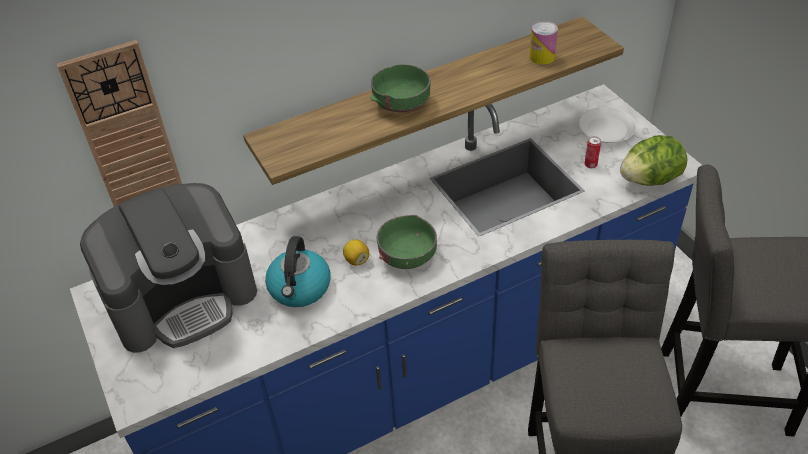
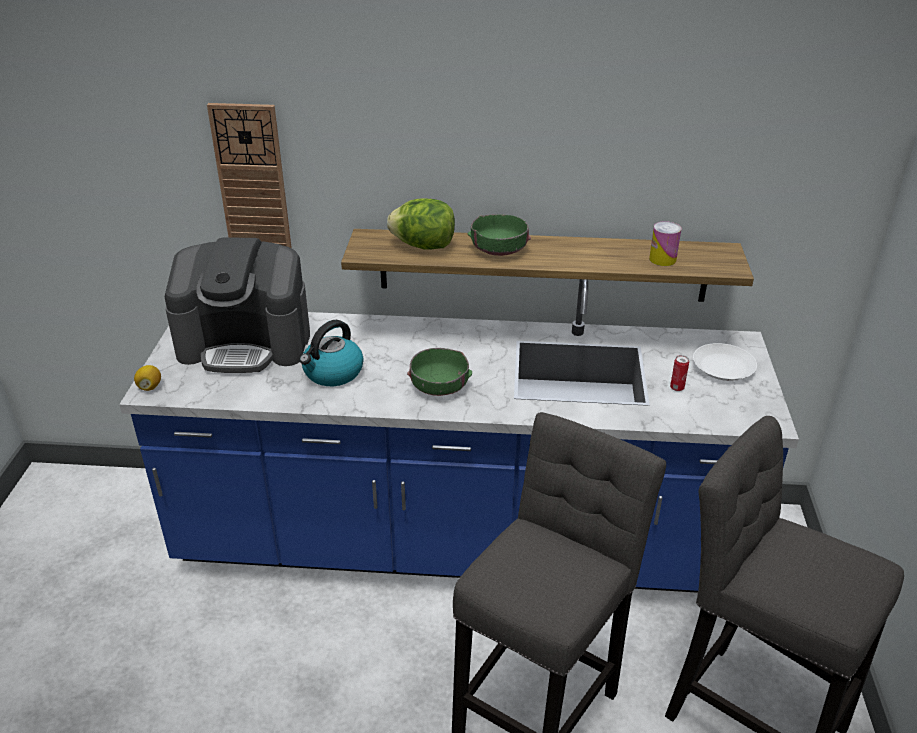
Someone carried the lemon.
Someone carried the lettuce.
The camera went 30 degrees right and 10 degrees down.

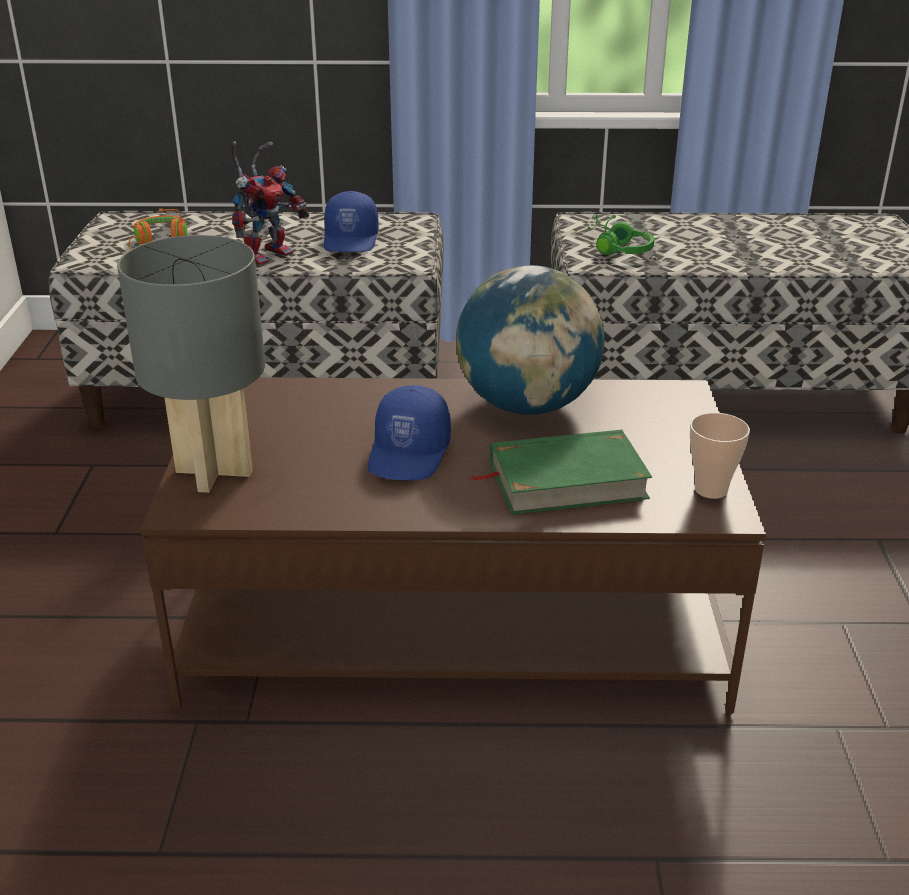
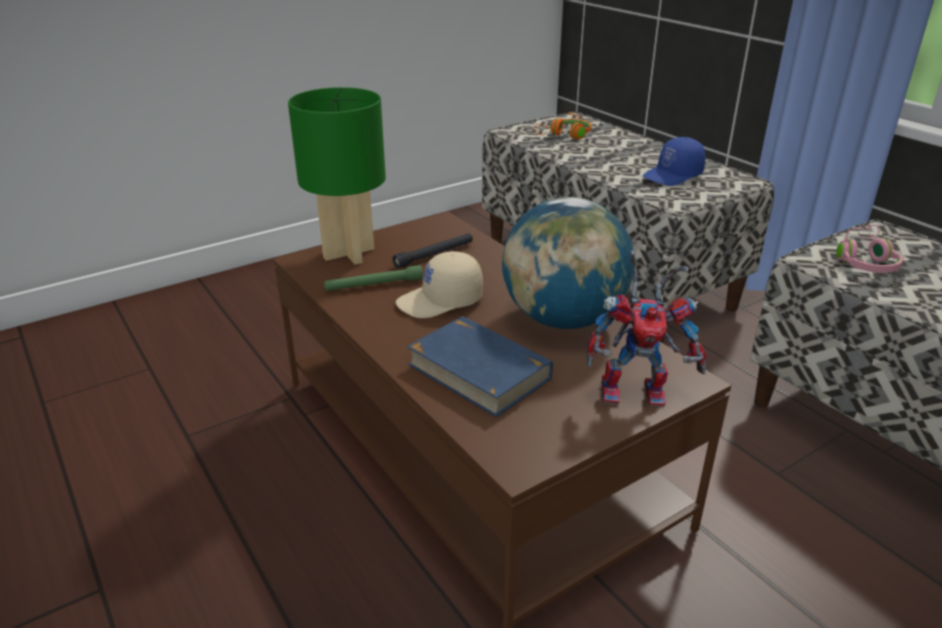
Someone repainted the table lamp/grey, which became the table lamp/green.
Someone put down the flashlight/green.
Someone put down the flashlight/black.
Someone repainted the cap/blue (2nd from left), which became the cap/beige.
Someone repainted the book/green, which became the book/blue.
Someone carried the toy robot.
Someone repainted the headphones/green, which became the headphones/pink.
Someone took away the cup.
The camera went 55 degrees right and 0 degrees up.

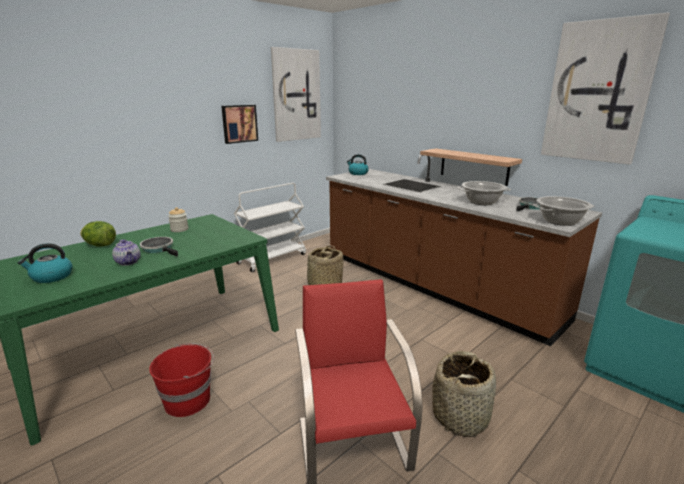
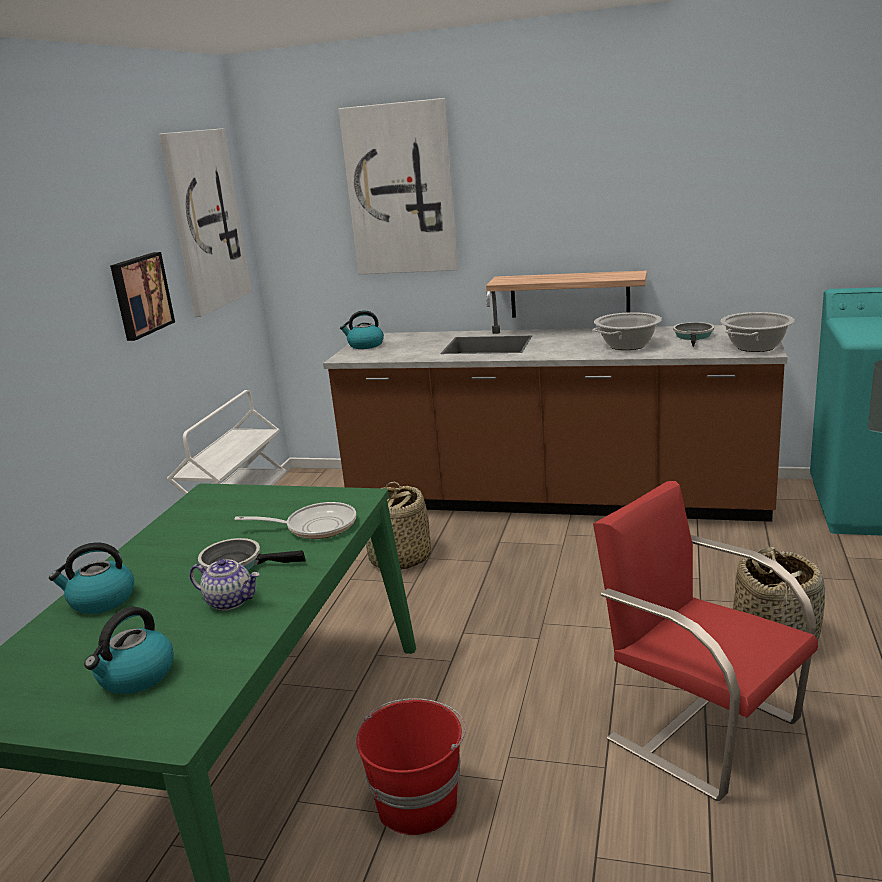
Someone swapped the lettuce for the kettle (1st from left).
Someone put down the frying pan (2nd from left).
Someone carried the picture (3rd from left).
Someone took away the jar.
The camera went 30 degrees left and 0 degrees up.

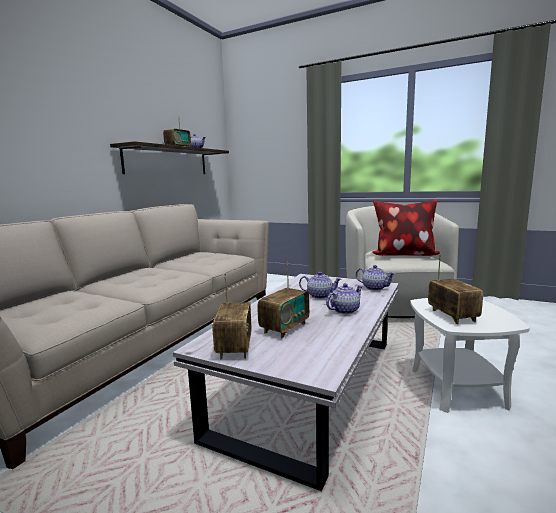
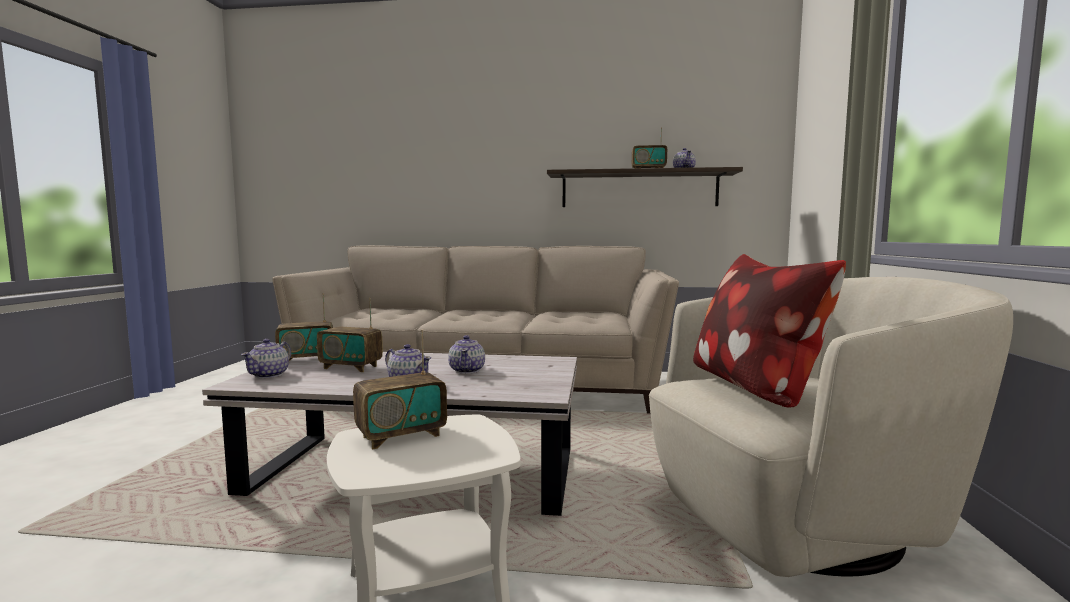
Someone carried the teapot (4th from left in the first image).
The camera went 70 degrees right and 5 degrees down.

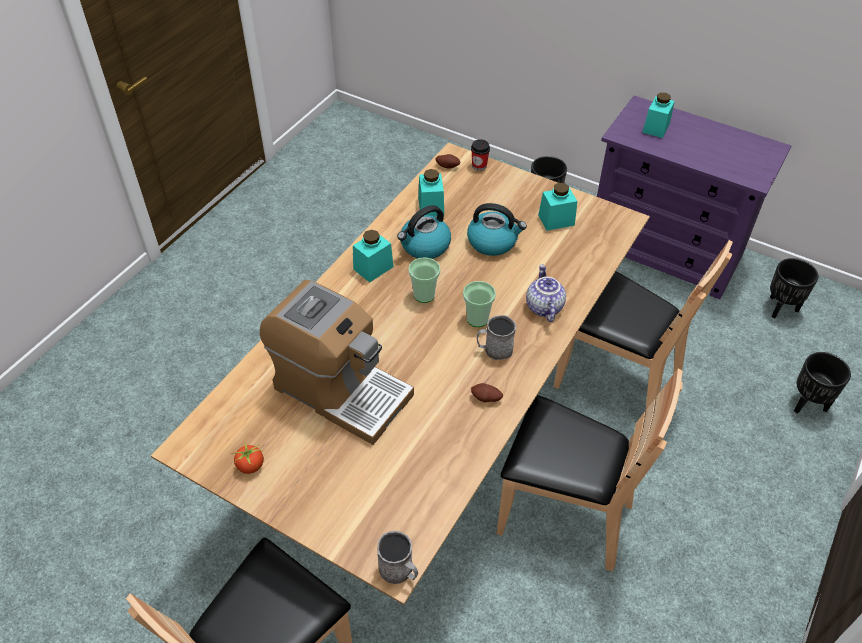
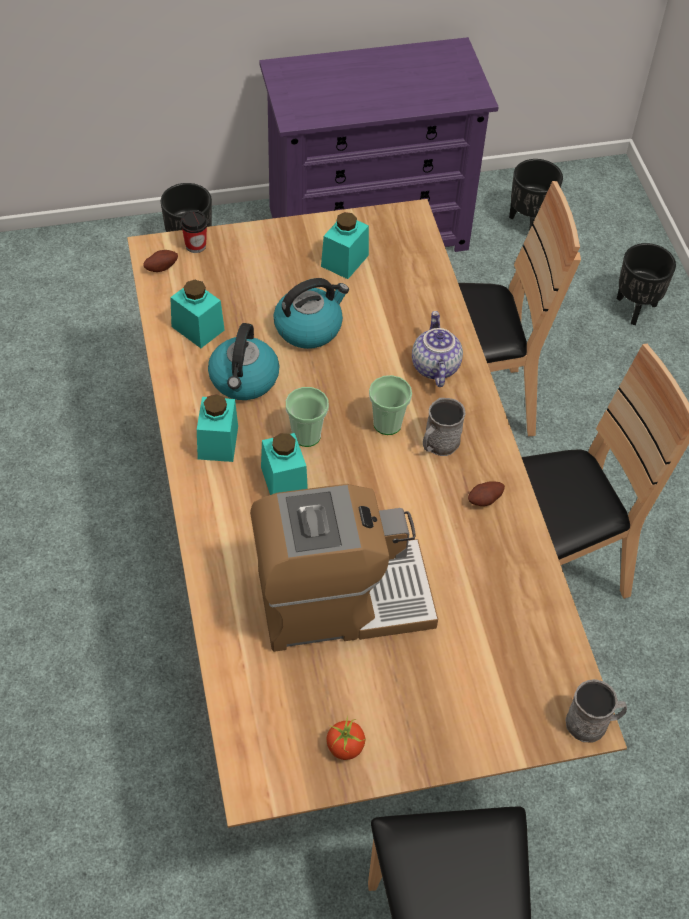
Someone carried the jar/turquoise (4th from left in the first image).
Someone rotated the teapot by 45 degrees clockwise.
The camera went 45 degrees left and 5 degrees up.

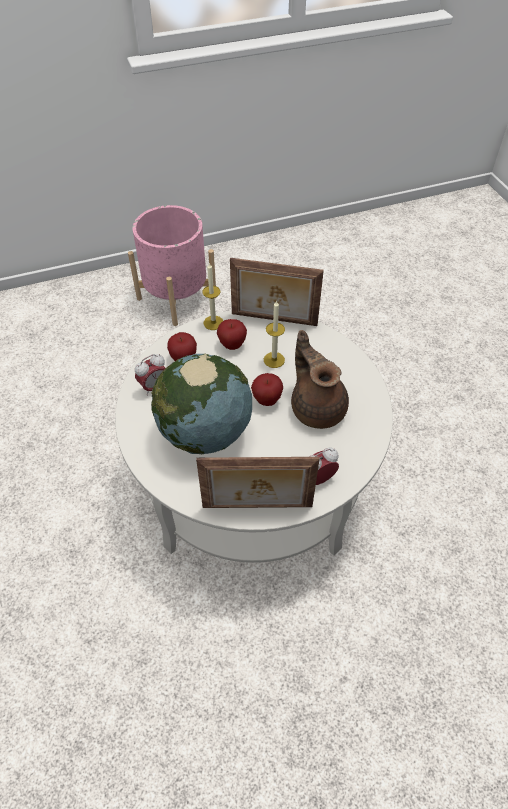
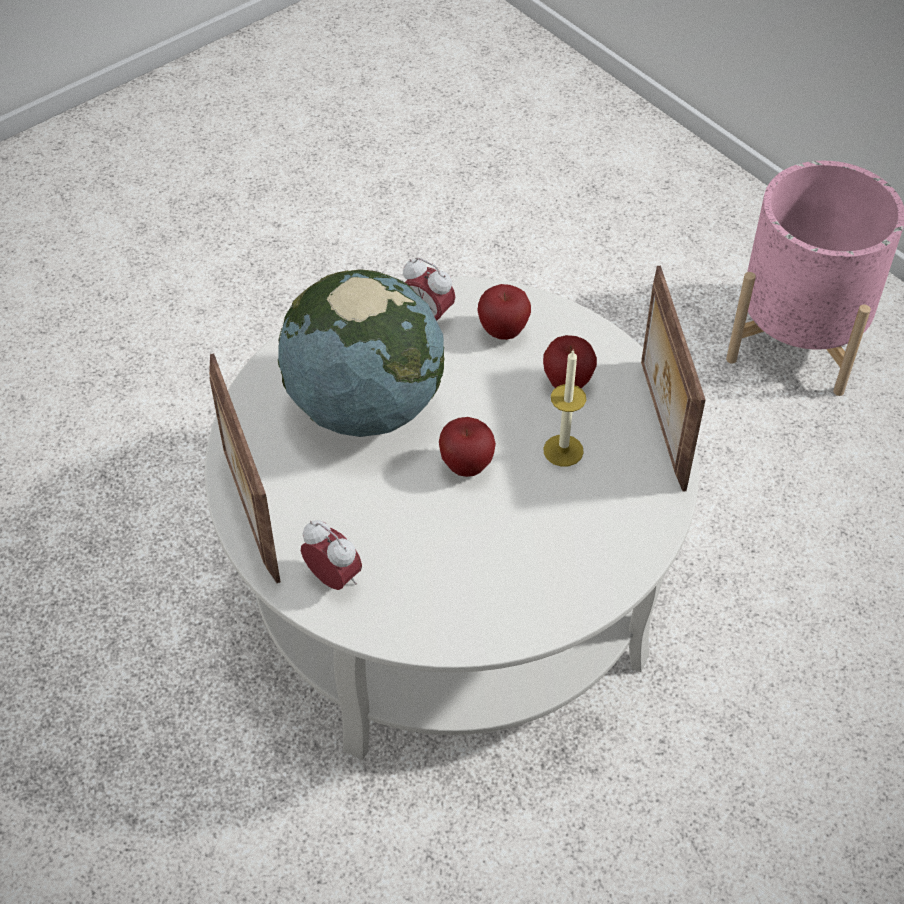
Someone took away the candle (1st from left).
Someone took away the teapot/brown.
The camera went 70 degrees right and 0 degrees up.

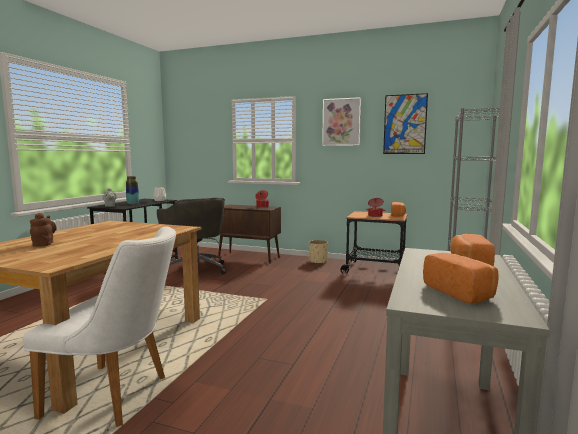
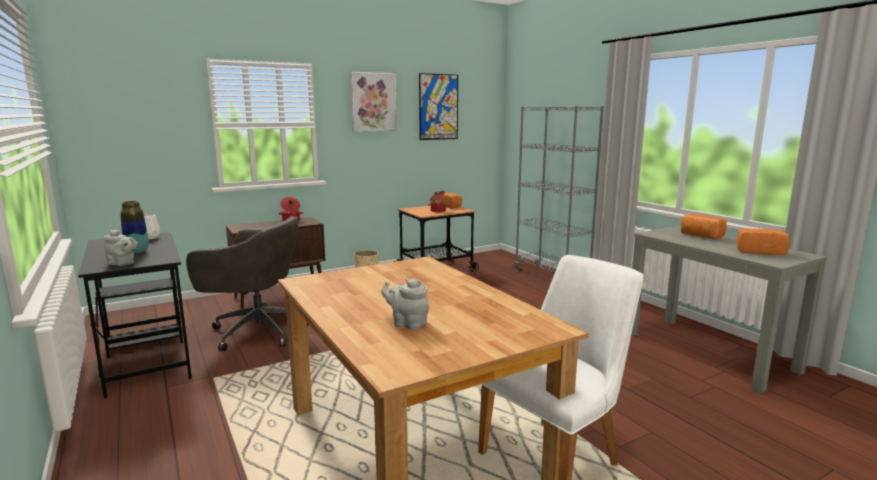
Someone repainted the teapot/brown, which became the teapot/grey (2nd from left).
The camera went 50 degrees left and 5 degrees up.

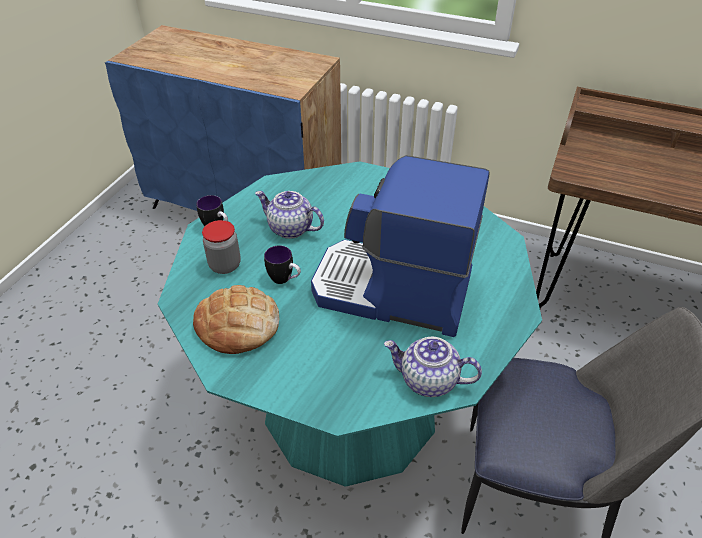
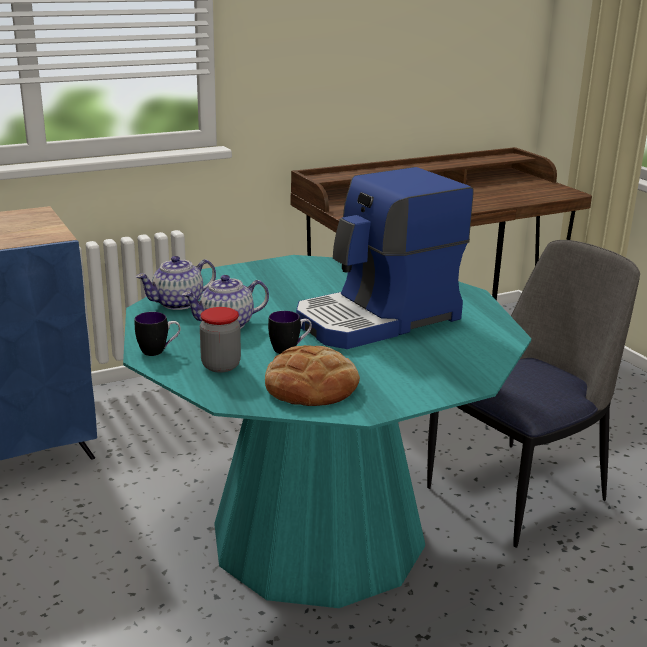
Someone carried the teapot (2nd from left in the first image).
The camera went 50 degrees left and 20 degrees down.

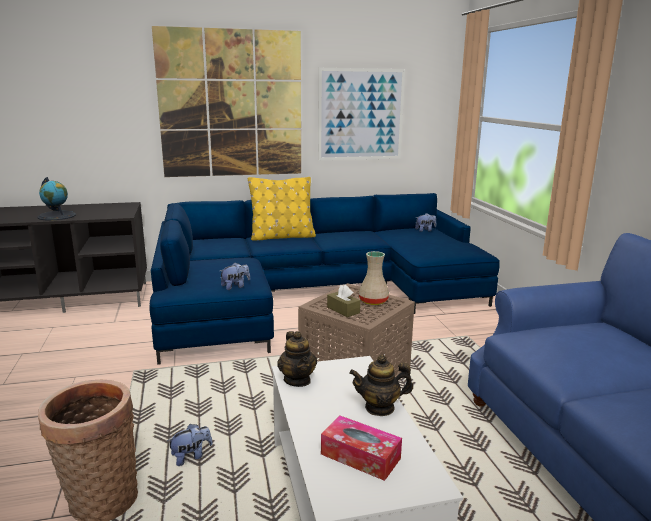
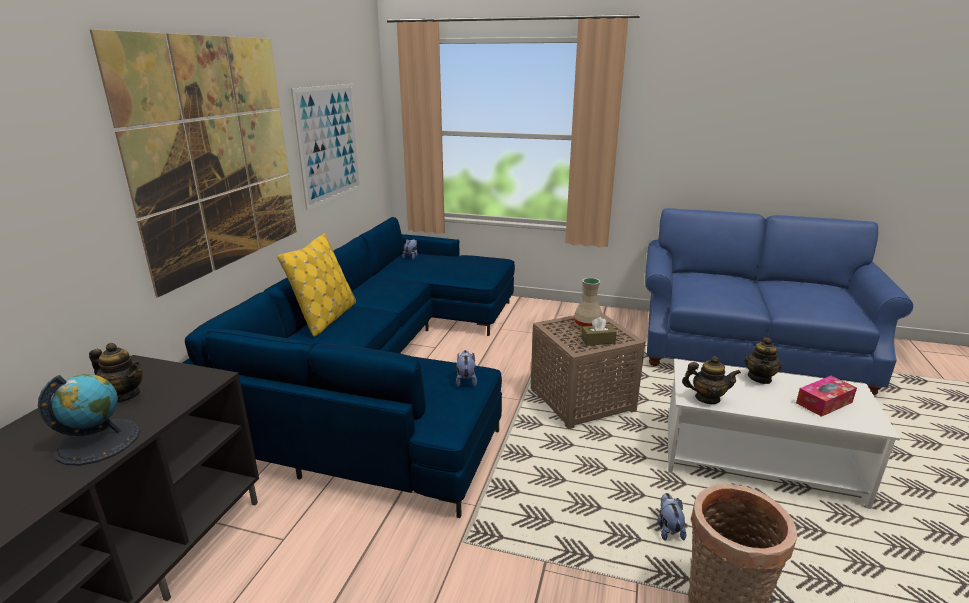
Someone put down the teapot (1st from left).
The camera went 60 degrees left and 5 degrees up.

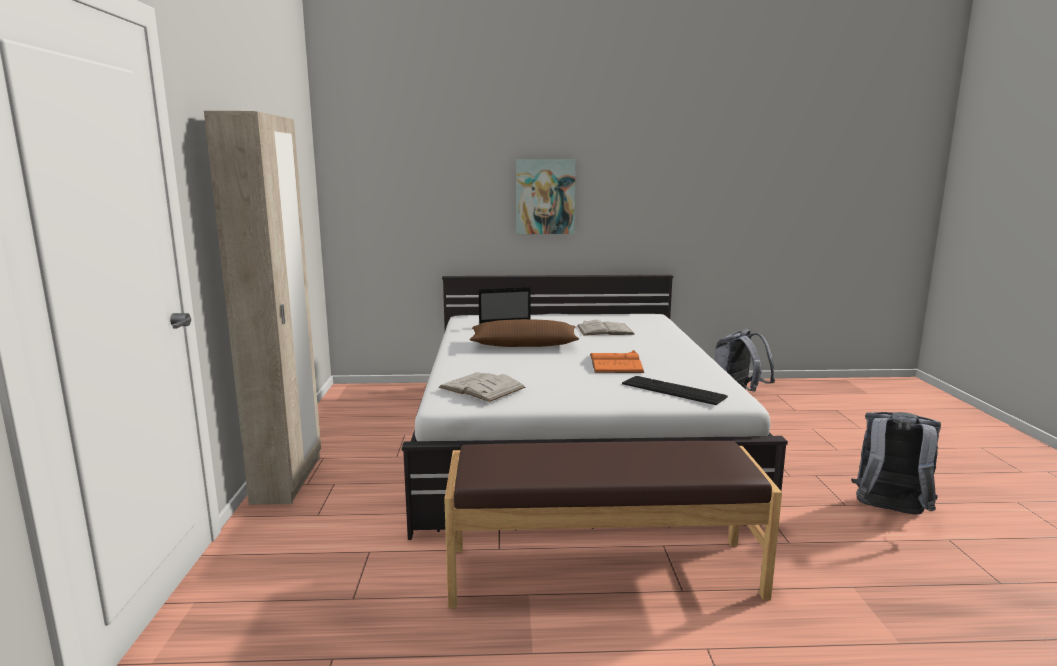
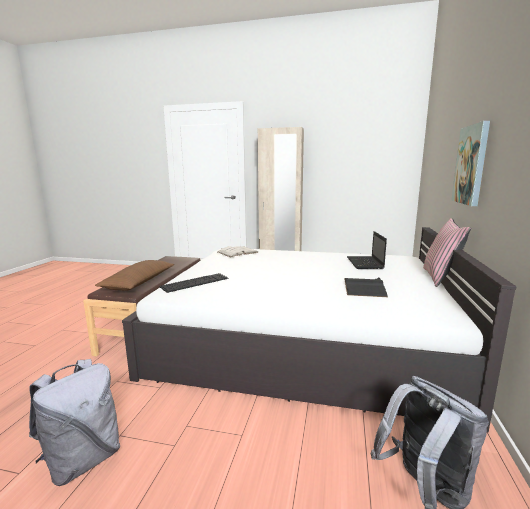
Someone carried the pillow/brown.
Someone repainted the book/white (2nd from left), which became the book/black.
Someone put down the pillow/pink.
Someone took away the book/orange.
The camera went 105 degrees right and 0 degrees up.

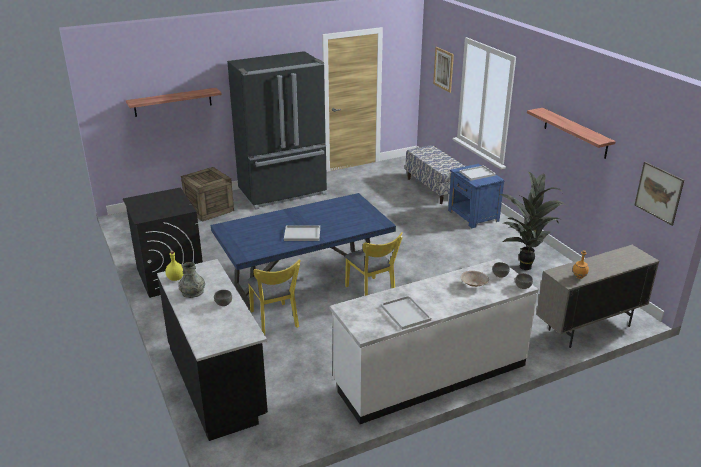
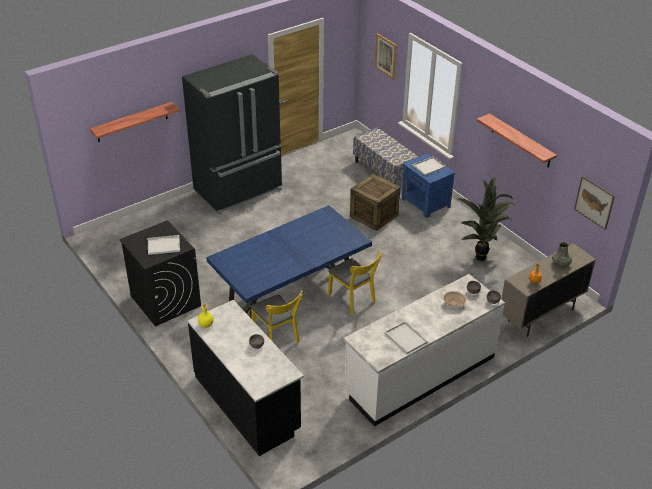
Someone carried the tray/white (1st from left).
Someone carried the crate.
Someone carried the vase/grey.
The camera went 10 degrees left and 10 degrees up.

